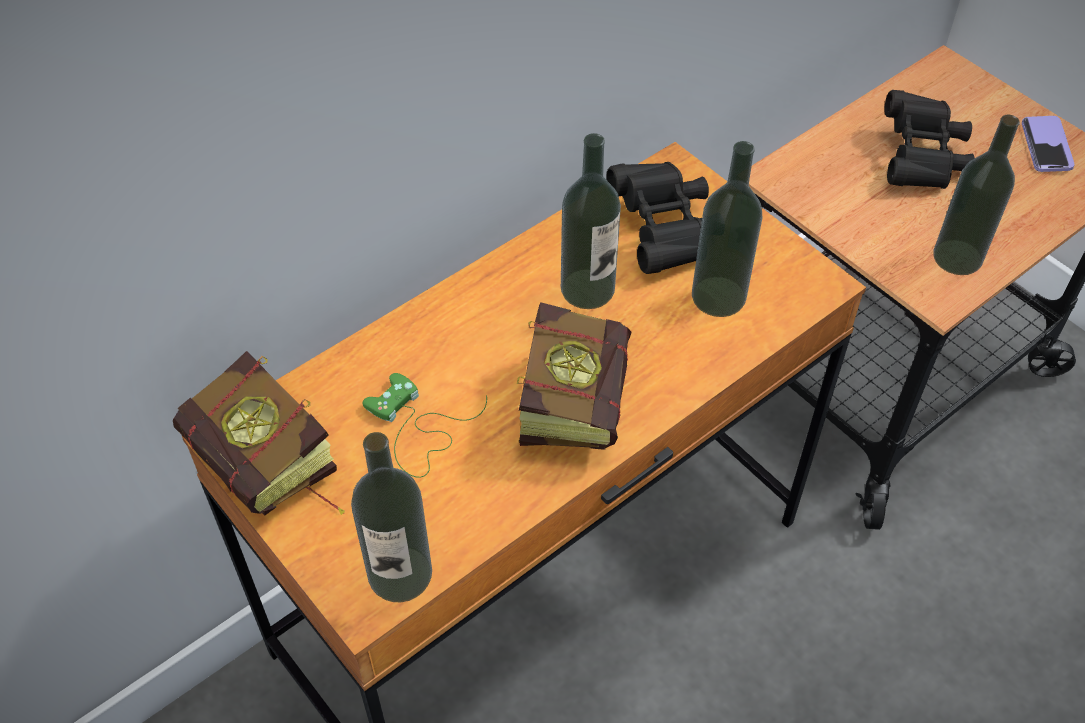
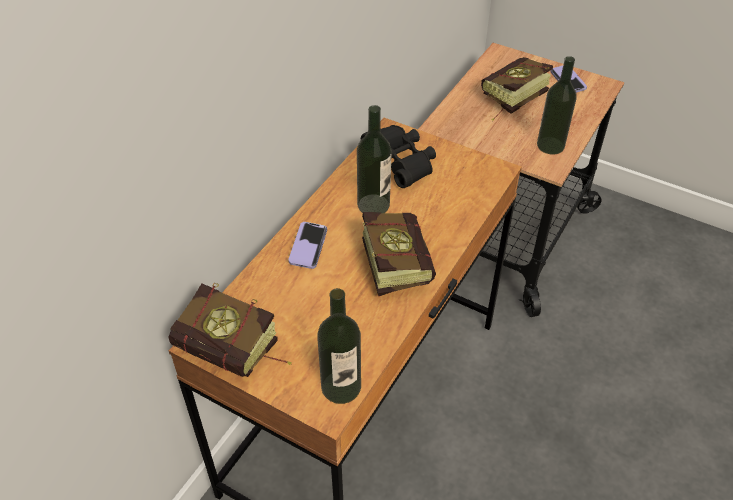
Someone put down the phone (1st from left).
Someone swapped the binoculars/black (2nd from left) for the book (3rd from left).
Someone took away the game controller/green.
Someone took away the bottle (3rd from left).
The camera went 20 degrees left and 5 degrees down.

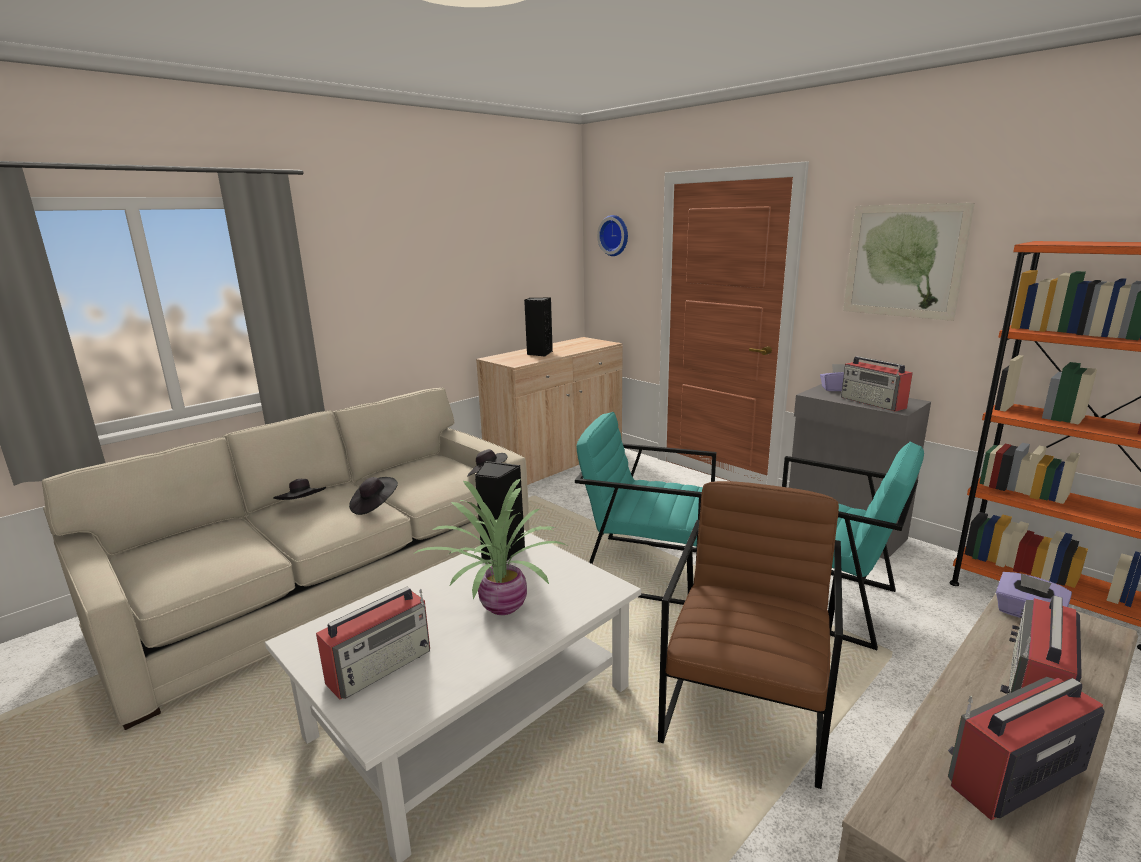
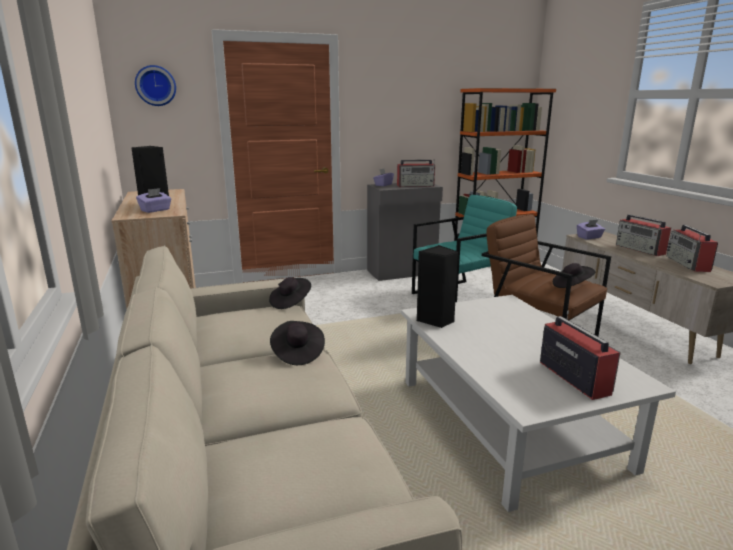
Someone put down the tissue box/purple (1st from left).
Someone carried the hat/black (1st from left in the first image).
Someone took away the potted plant.
Someone took away the armchair/turquoise (1st from left).
Someone took away the picture.
The camera went 65 degrees left and 0 degrees up.

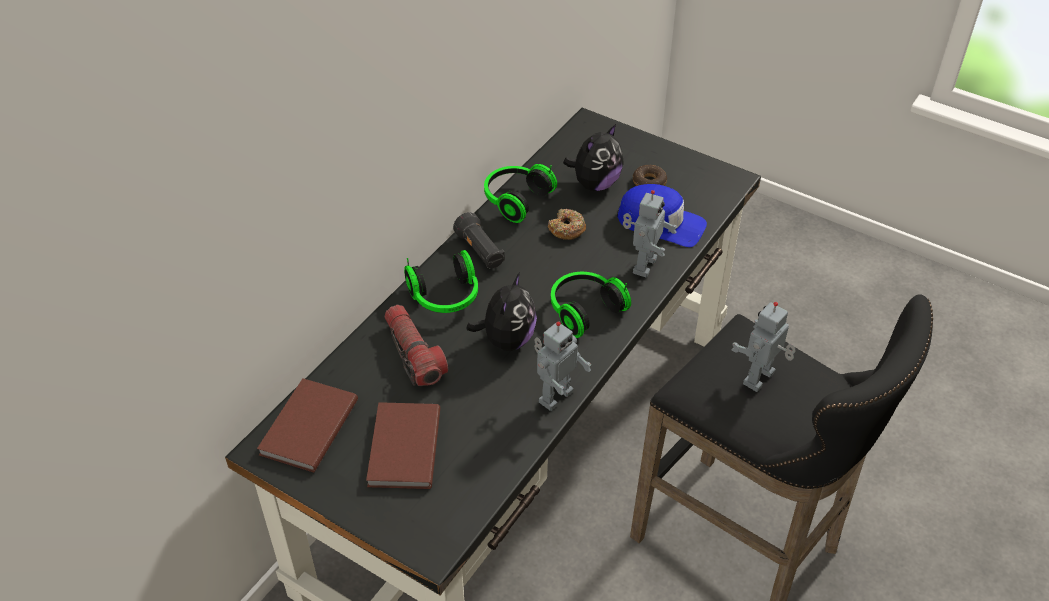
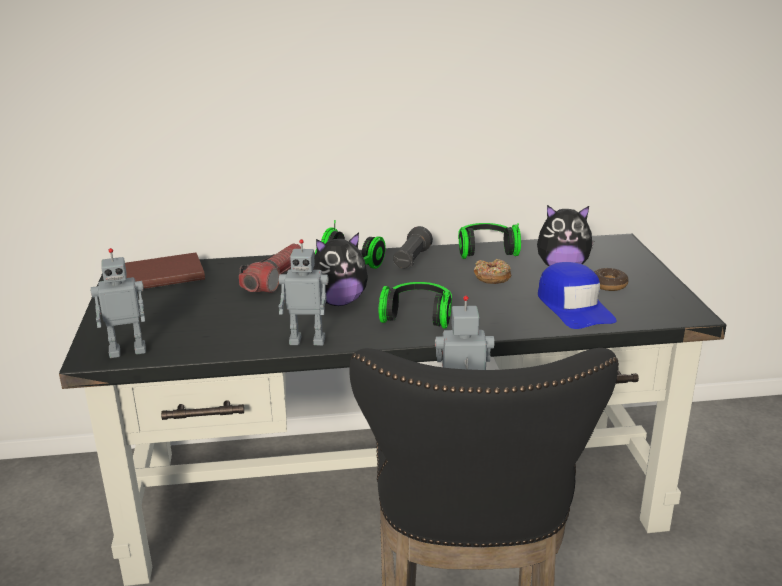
Someone carried the toy robot (2nd from left in the first image).
Someone took away the book/brown (2nd from left).
The camera went 50 degrees right and 20 degrees down.

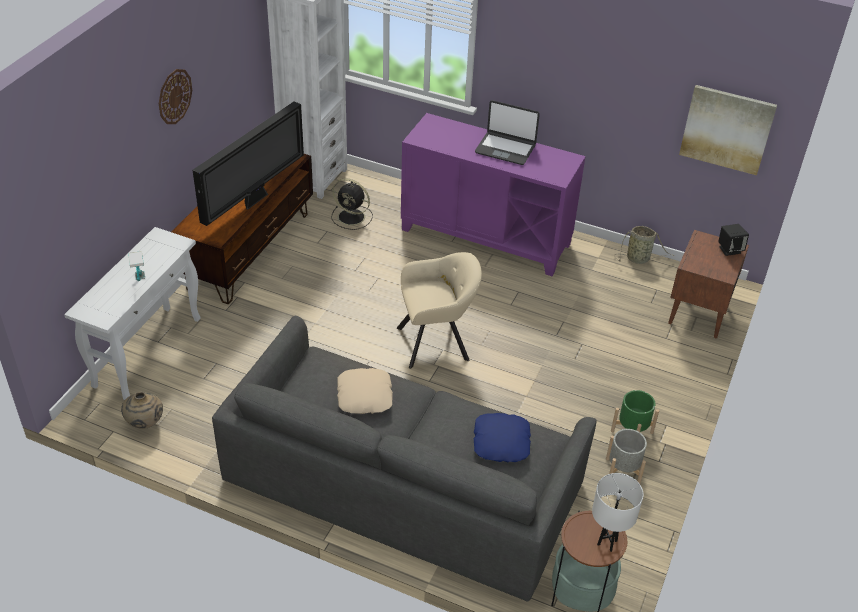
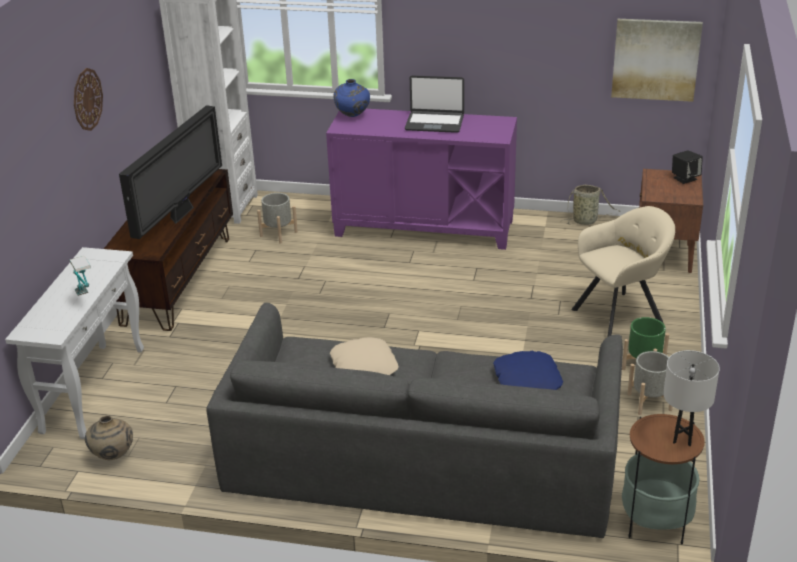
Someone swapped the fan/black for the planter/grey (1st from left).
Someone put down the vase/blue.
Someone carried the armchair/beige.
The camera went 10 degrees left and 10 degrees down.

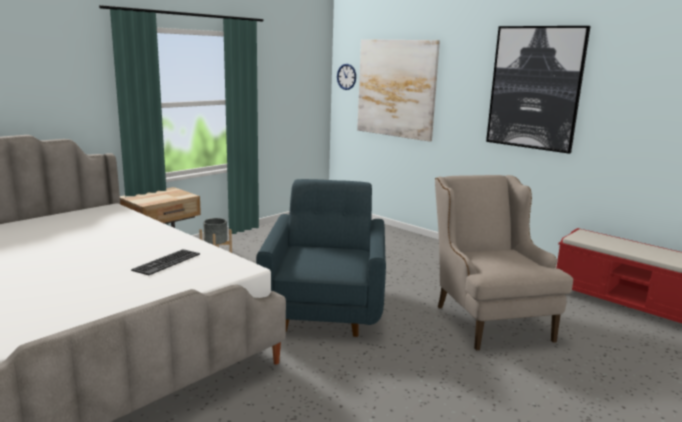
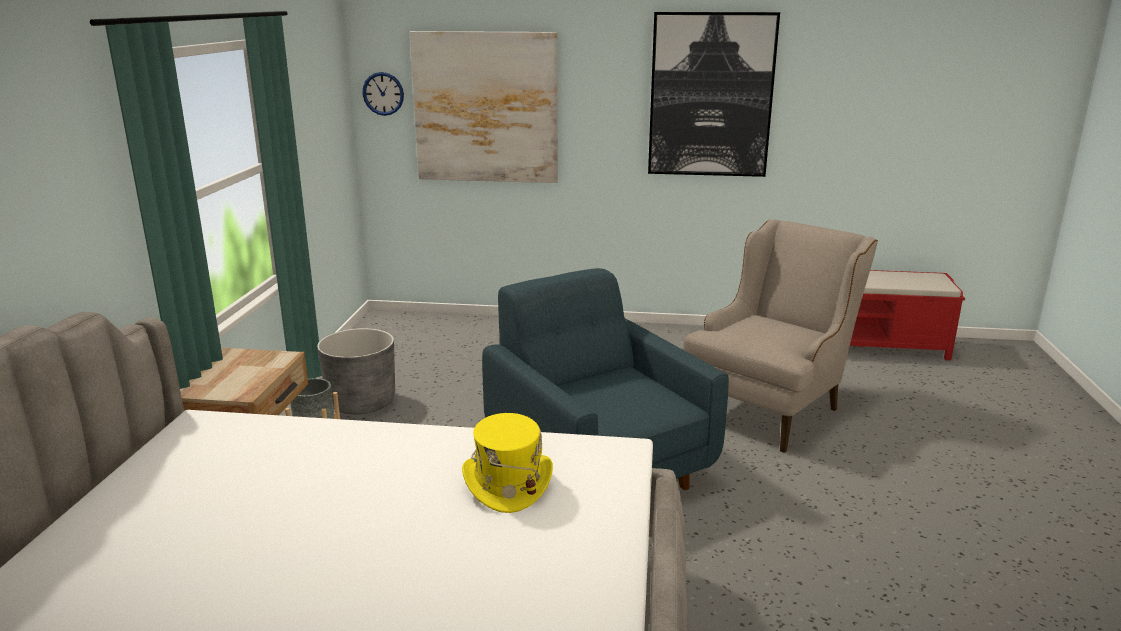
Someone put down the planter/grey (2nd from left).
Someone swapped the keyboard for the hat/yellow.
Someone rotated the armchair/beige by 90 degrees clockwise.
The camera went 35 degrees left and 5 degrees up.

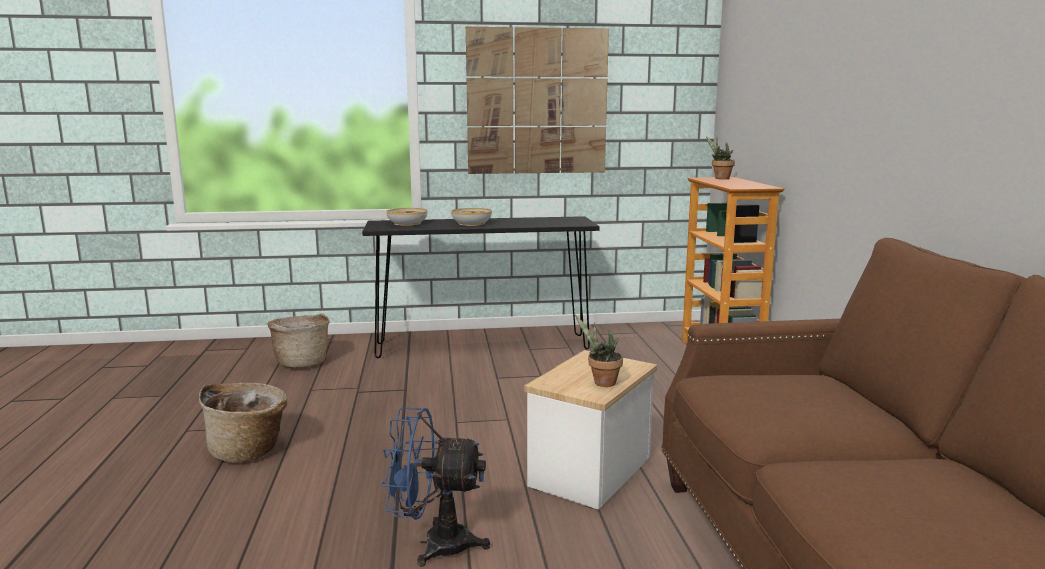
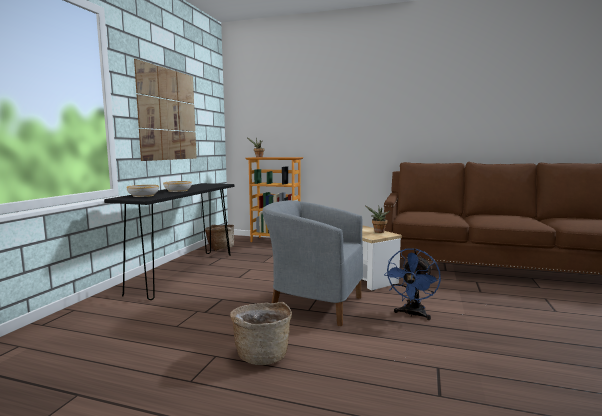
Someone carried the basket (2nd from left in the first image).
Someone put down the armchair/grey.
The camera went 65 degrees left and 5 degrees down.

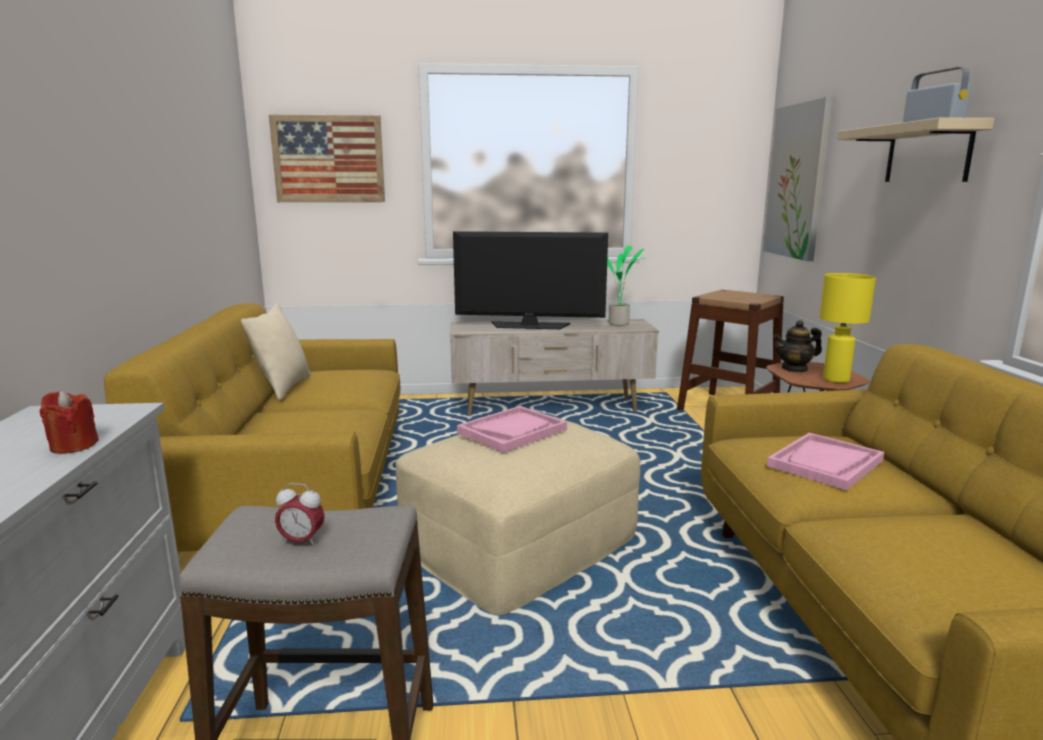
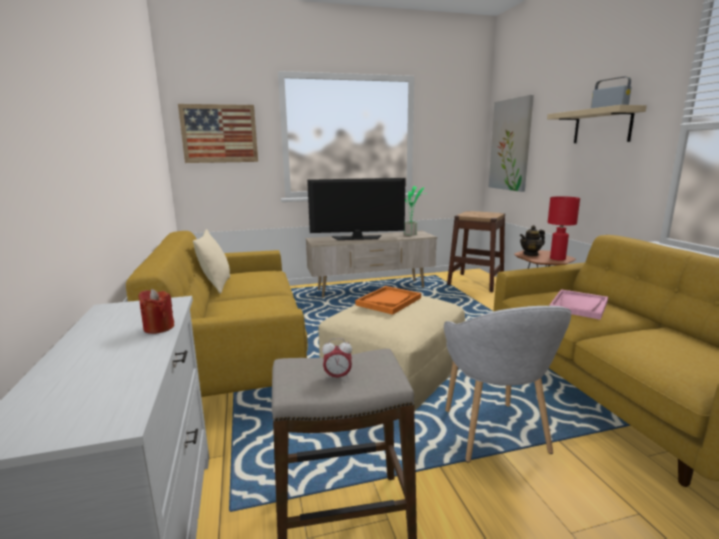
Someone repainted the tray/pink (1st from left), which became the tray/orange.
Someone put down the armchair/grey.
Someone repainted the table lamp/yellow, which became the table lamp/red.
The camera went 10 degrees left and 0 degrees up.

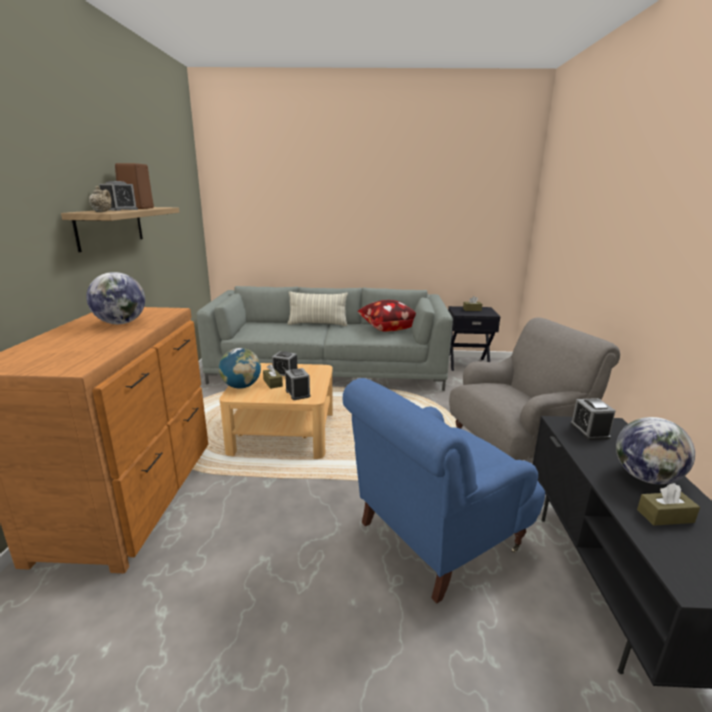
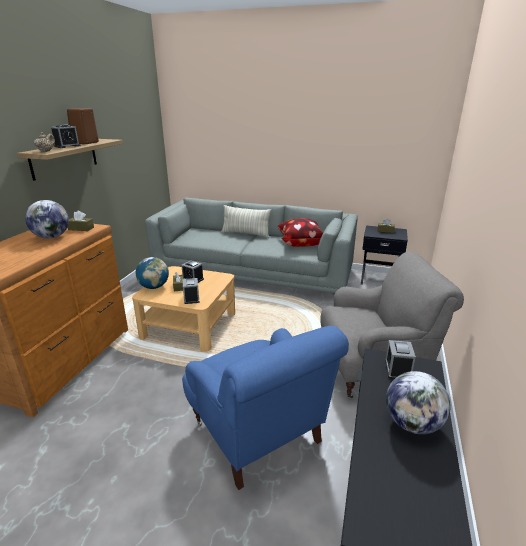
Someone carried the tissue box/brown (3rd from left in the first image).
Someone rotated the armchair/blue by 105 degrees counterclockwise.
The camera went 15 degrees right and 5 degrees up.

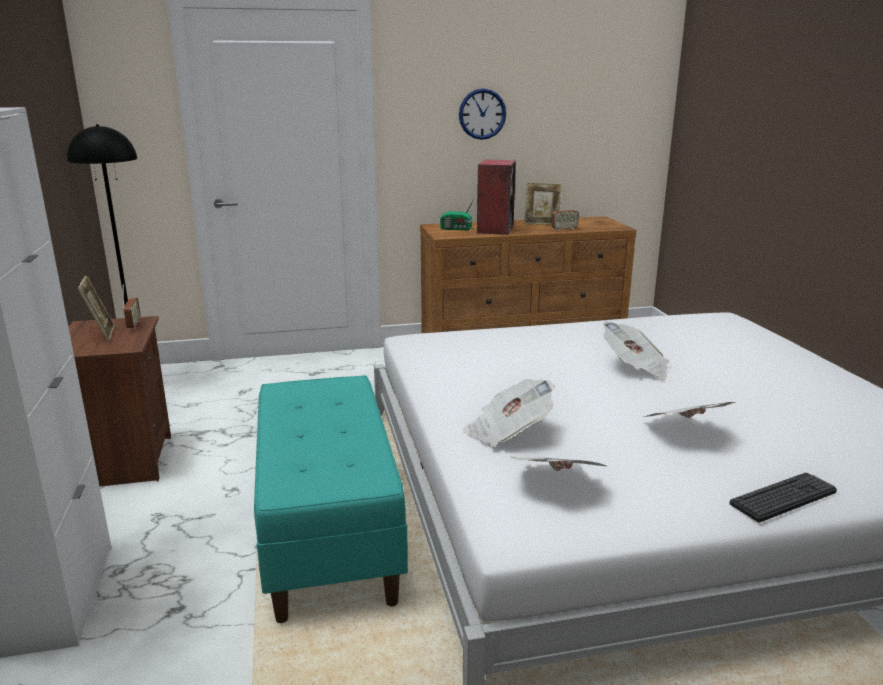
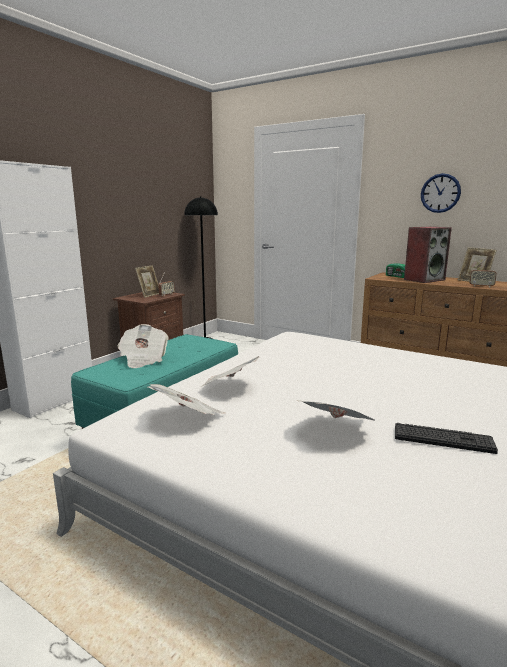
Someone carried the newspaper (3rd from left in the first image).
Someone carried the keyboard.
The camera went 45 degrees right and 5 degrees down.

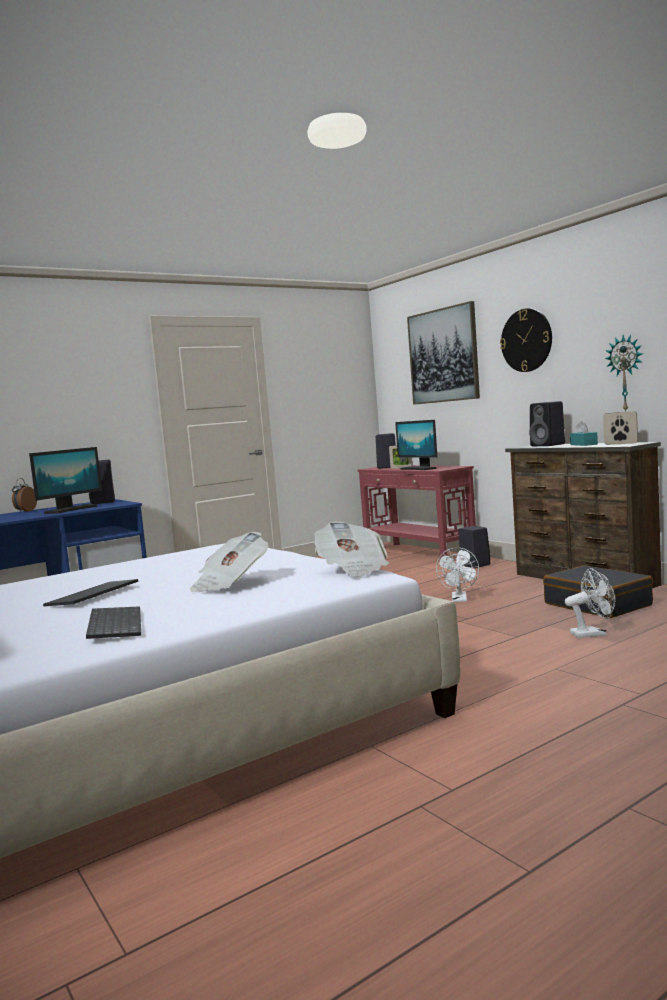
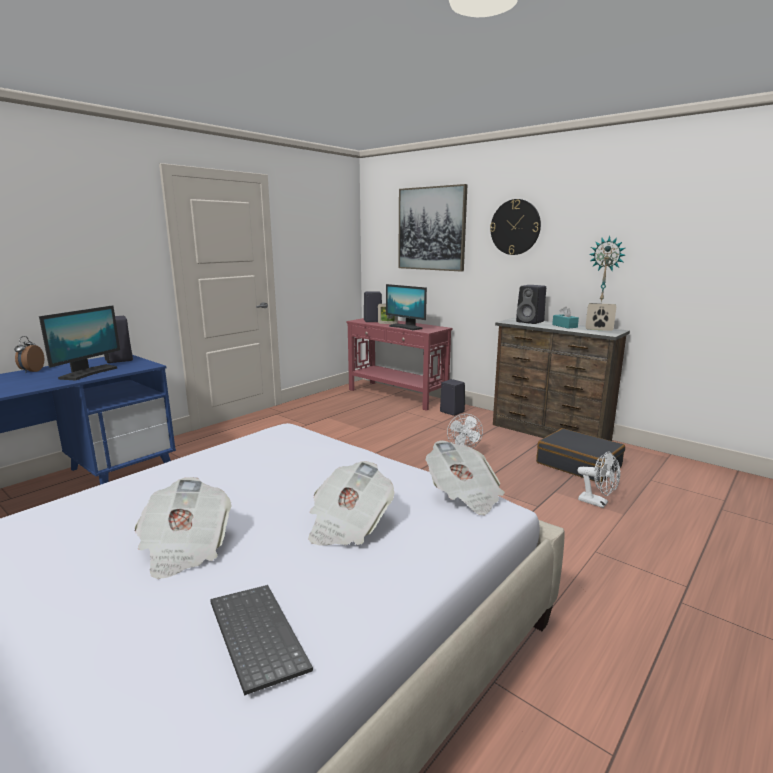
Someone swapped the keyboard (1st from left) for the newspaper (1st from left).
Someone rotated the fan/white (2nd from left) by 60 degrees clockwise.
The camera went 15 degrees left and 10 degrees up.

